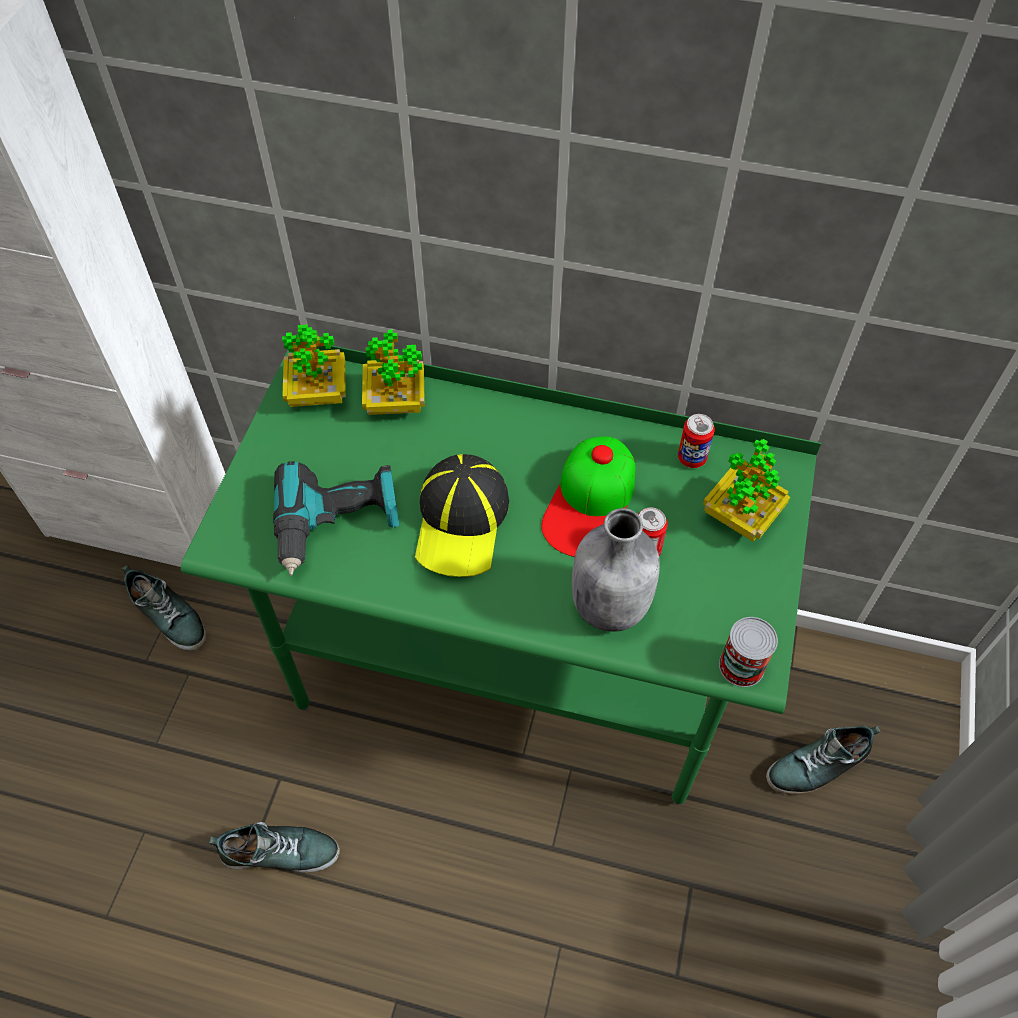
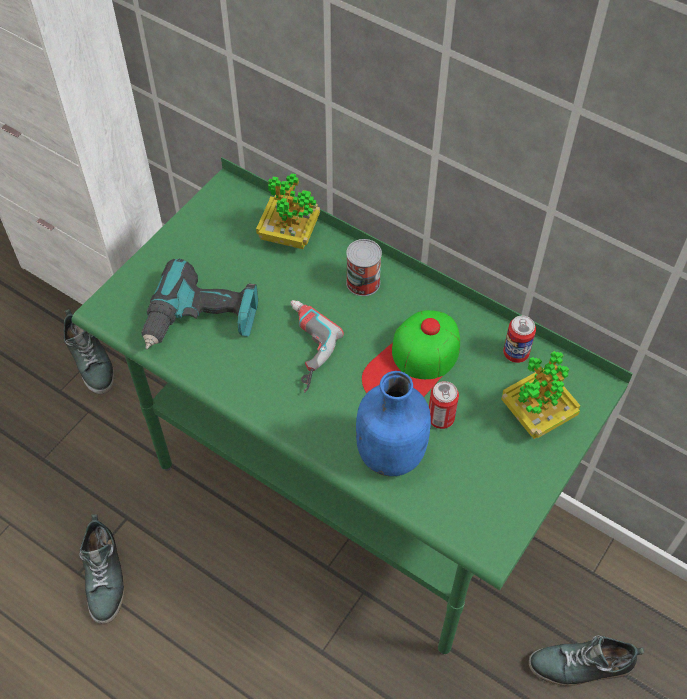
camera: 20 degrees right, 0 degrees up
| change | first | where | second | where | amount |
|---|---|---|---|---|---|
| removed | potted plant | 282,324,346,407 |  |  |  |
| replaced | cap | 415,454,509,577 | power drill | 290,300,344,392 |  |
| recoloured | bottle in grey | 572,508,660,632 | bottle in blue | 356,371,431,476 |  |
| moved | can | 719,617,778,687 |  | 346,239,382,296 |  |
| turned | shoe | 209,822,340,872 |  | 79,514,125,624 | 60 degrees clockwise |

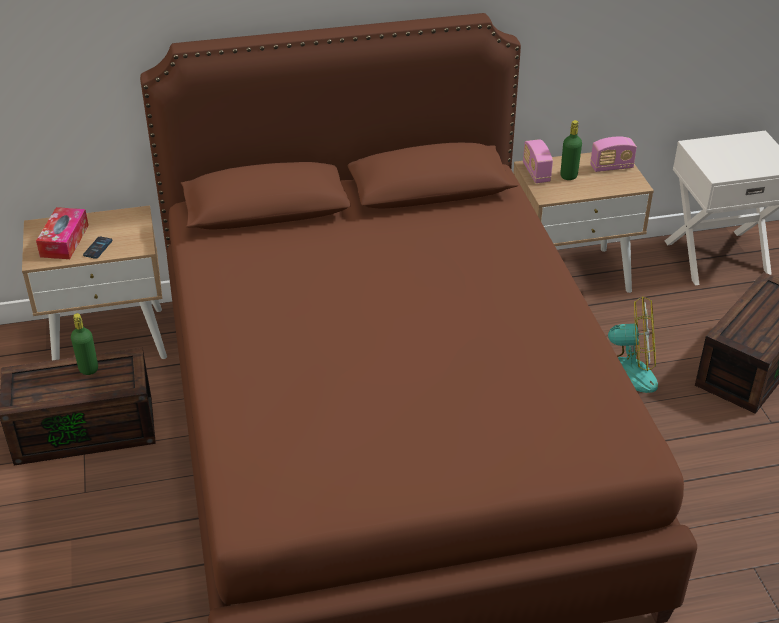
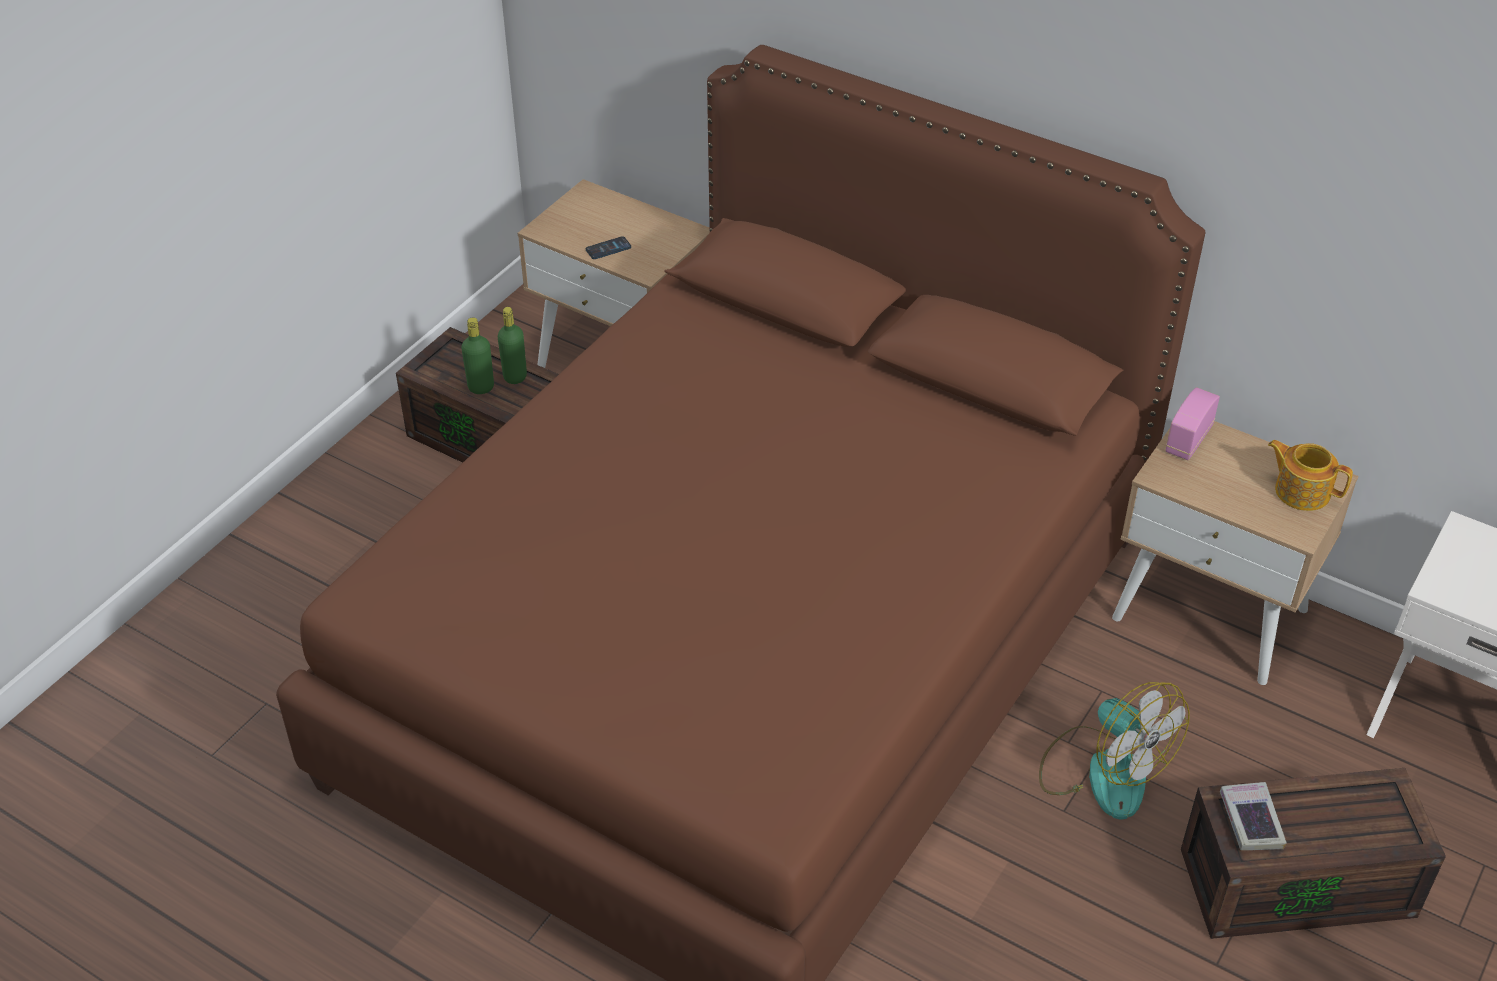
camera: 45 degrees right, 5 degrees up
| change | first | where | second | where | amount |
|---|---|---|---|---|---|
| moved | bottle in green | 560,120,582,180 |  | 461,318,494,394 |  |
| replaced | radio | 590,136,637,172 | teapot | 1268,440,1353,511 |  |
| removed | tissue box | 36,207,89,259 |  |  |  |
| added |  |  | book | 1220,782,1287,850 |  |

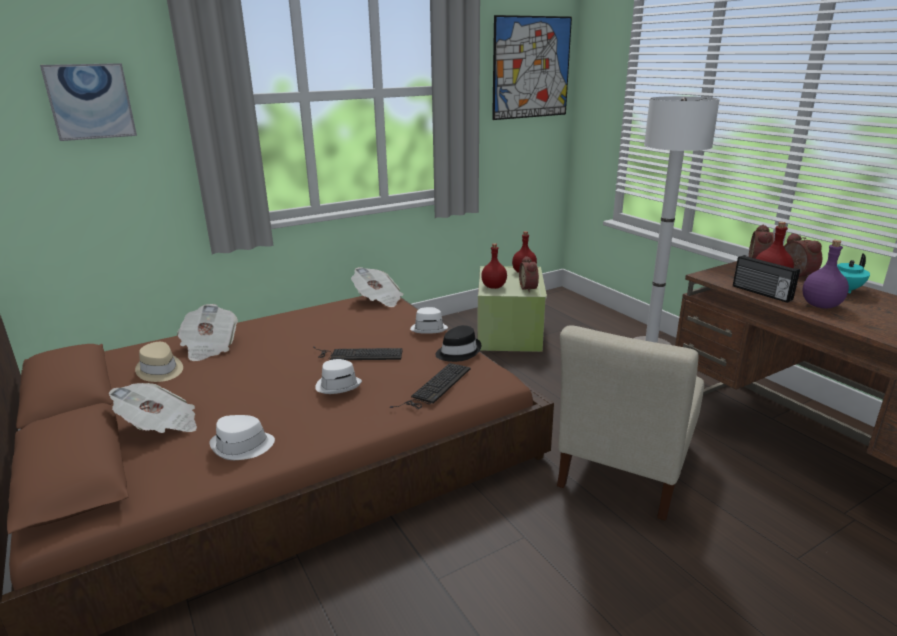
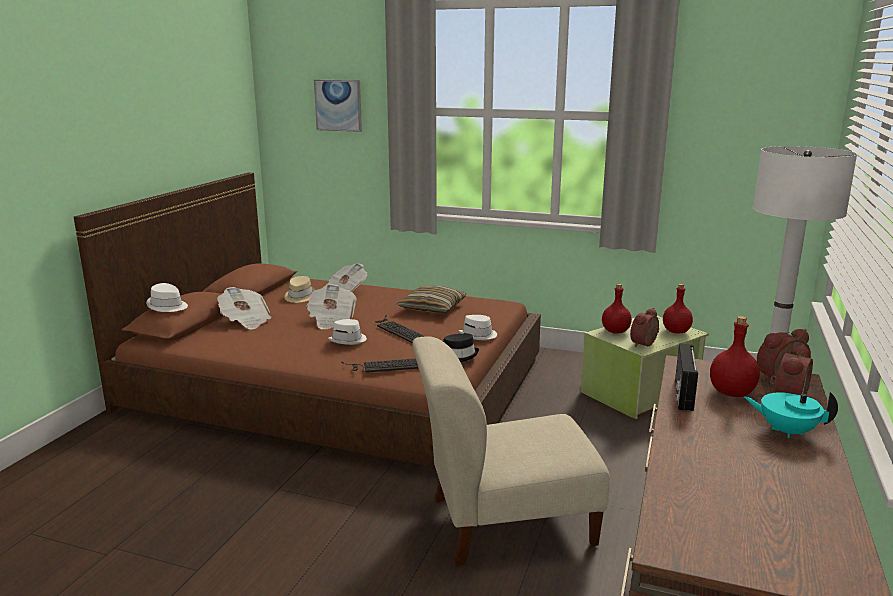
camera: 50 degrees right, 5 degrees down
| change | first | where | second | where | amount |
|---|---|---|---|---|---|
| removed | picture | 492,15,572,120 |  |  |  |
| removed | bottle in purple | 803,240,849,309 |  |  |  |
| moved | newspaper | 351,267,403,307 |  | 306,284,357,329 |  |
| moved | hat in white | 210,415,275,460 |  | 146,283,188,312 |  |
| added |  |  | pillow | 397,285,467,313 |  |

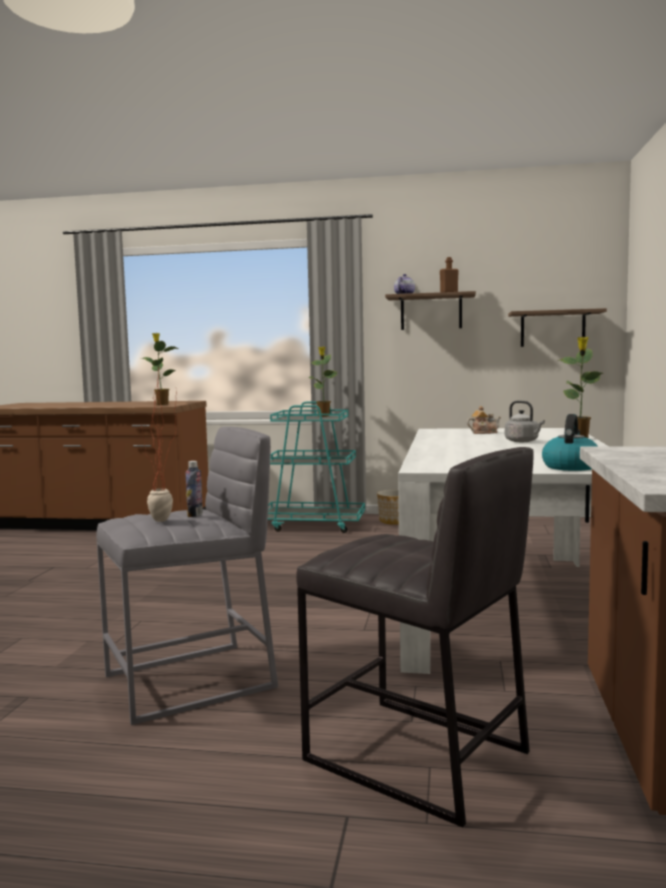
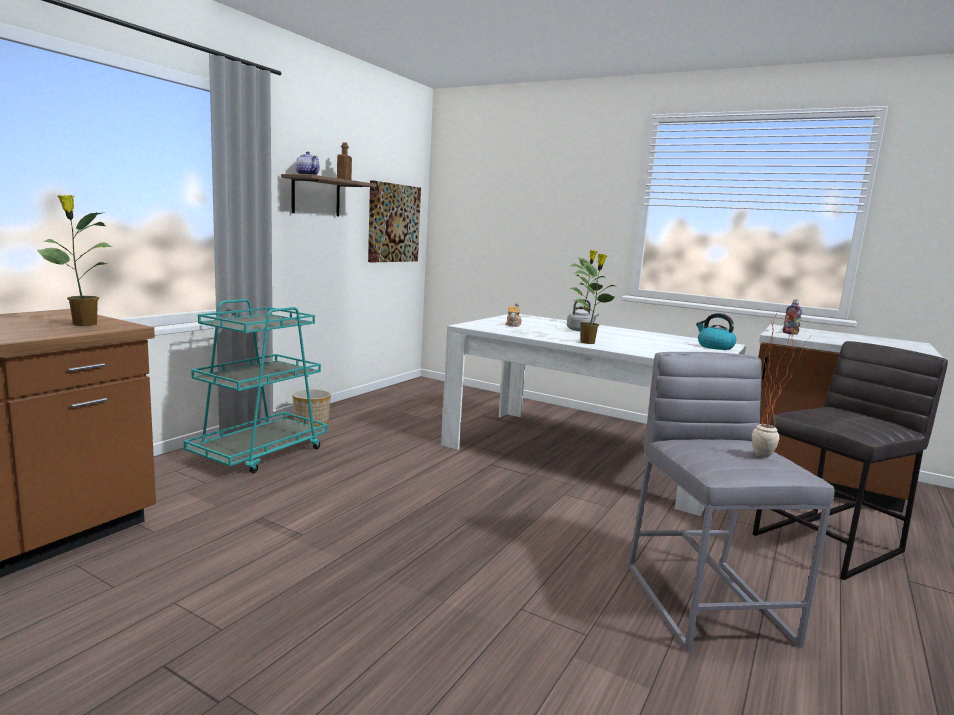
camera: 70 degrees left, 5 degrees up
| change | first | where | second | where | amount |
|---|---|---|---|---|---|
| replaced | shelf | 508,308,607,347 | picture | 368,180,421,262 |  |
| moved | potted plant | 309,347,338,417 |  | 574,254,615,344 |  |
| moved | bottle | 186,461,203,517 |  | 783,299,802,335 |  |

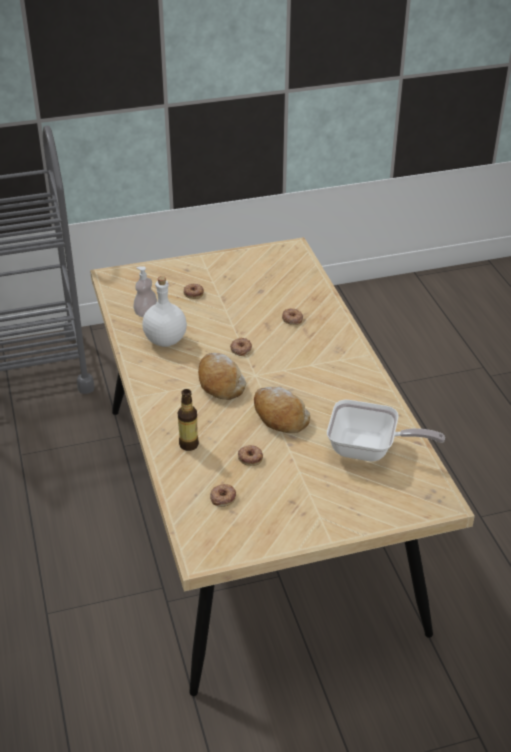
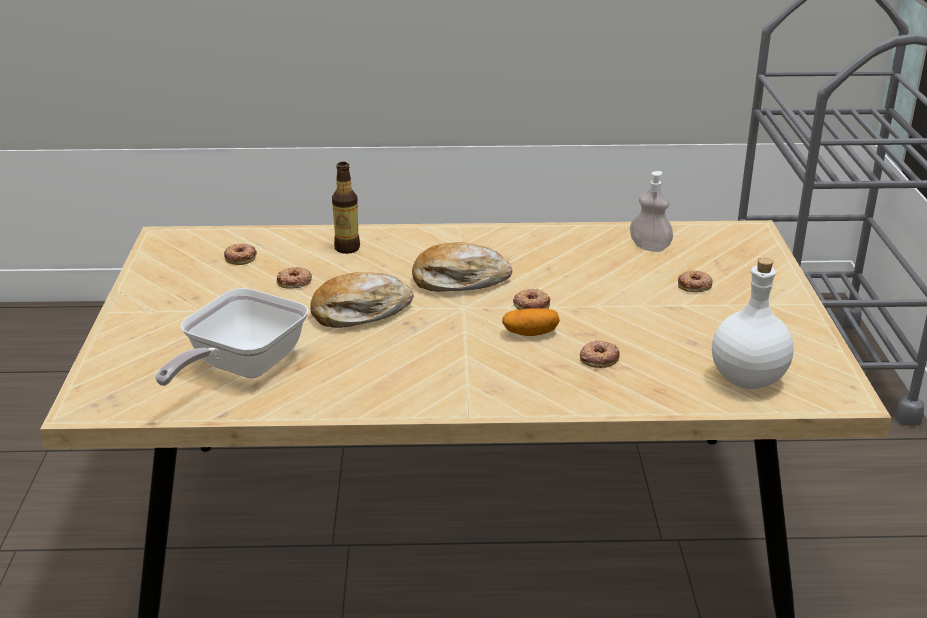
camera: 105 degrees right, 10 degrees down
| change | first | where | second | where | amount |
|---|---|---|---|---|---|
| moved | bottle in white | 142,276,187,347 |  | 712,258,794,389 |  |
| added |  |  | potato | 502,308,560,336 |  |

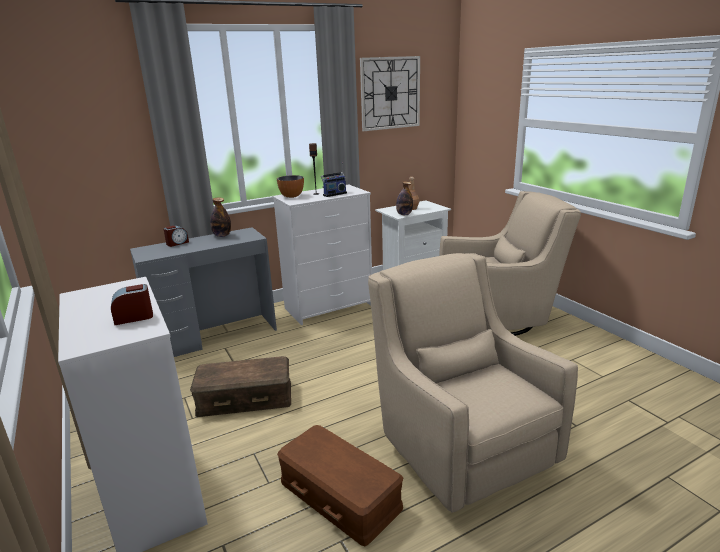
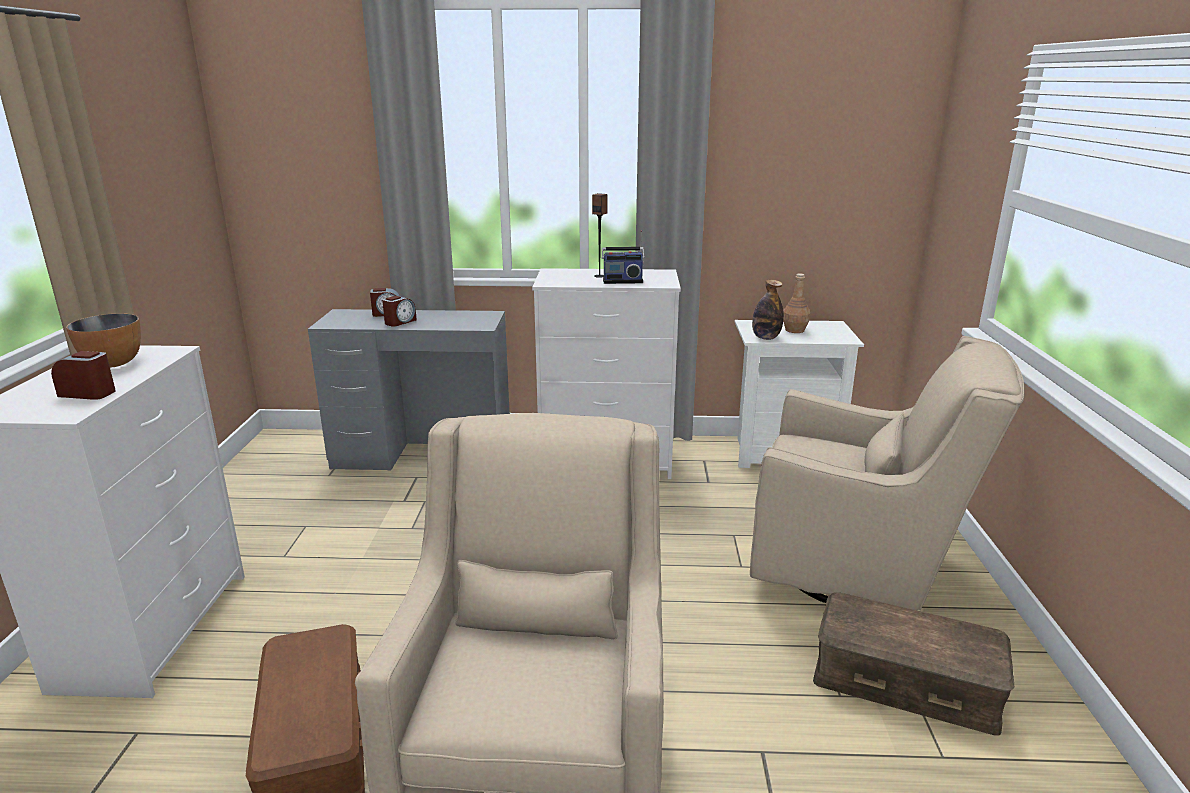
camera: 30 degrees right, 0 degrees up
| change | first | where | second | where | amount |
|---|---|---|---|---|---|
| removed | wall clock | 360,56,420,131 |  |  |  |
| moved | bowl | 277,175,304,198 |  | 66,313,141,368 |  |
| removed | bottle | 210,197,231,237 |  |  |  |
| moved | storage box in brown | 190,356,291,417 |  | 813,592,1014,735 |  |
| added |  |  | alarm clock | 382,296,417,327 |  |

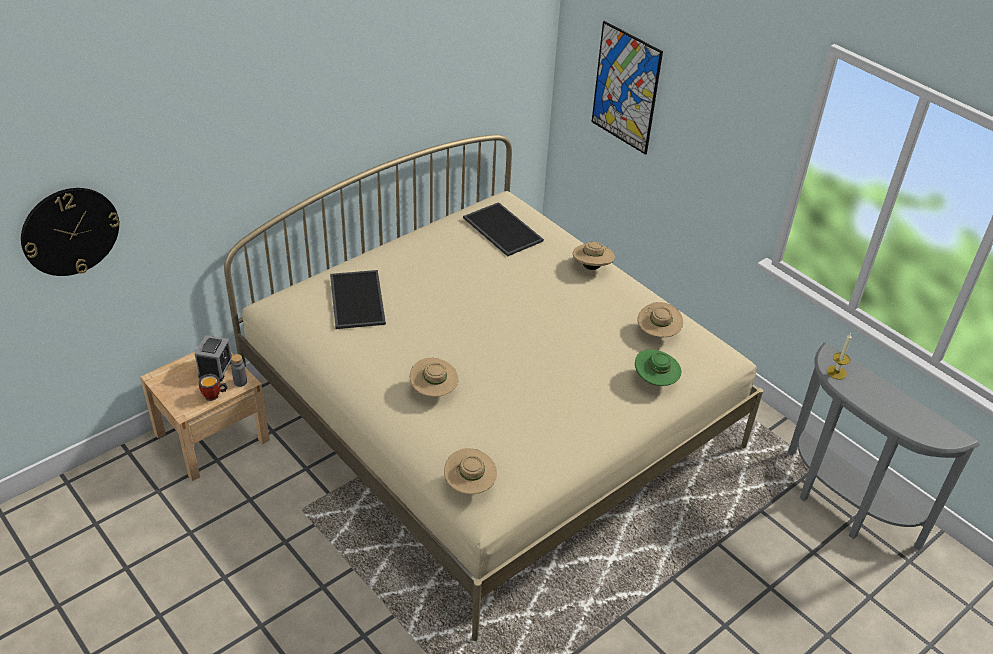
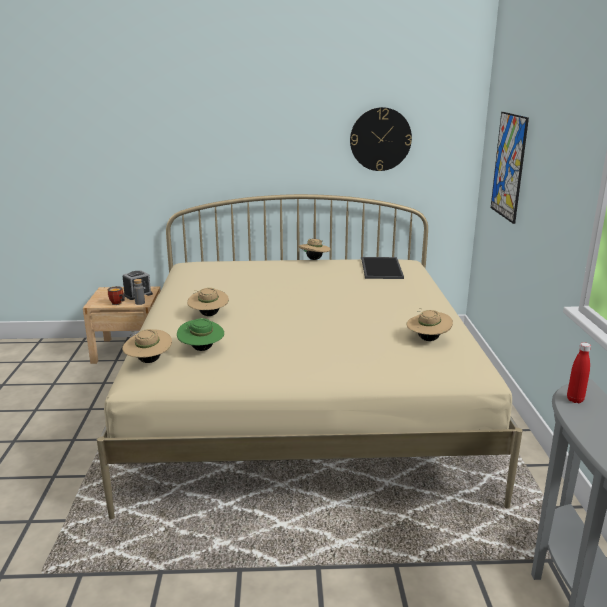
camera: 40 degrees right, 20 degrees down
| change | first | where | second | where | amount |
|---|---|---|---|---|---|
| moved | wall clock | 21,188,120,276 |  | 350,107,412,171 |  |
| moved | hat in beige | 573,242,615,270 |  | 299,239,331,260 |  |
| removed | tray | 330,270,386,329 |  |  |  |
| replaced | candle | 827,333,851,380 | bottle in red | 567,342,591,403 |  |
| moved | hat in green | 635,349,681,386 |  | 177,318,224,351 |  |

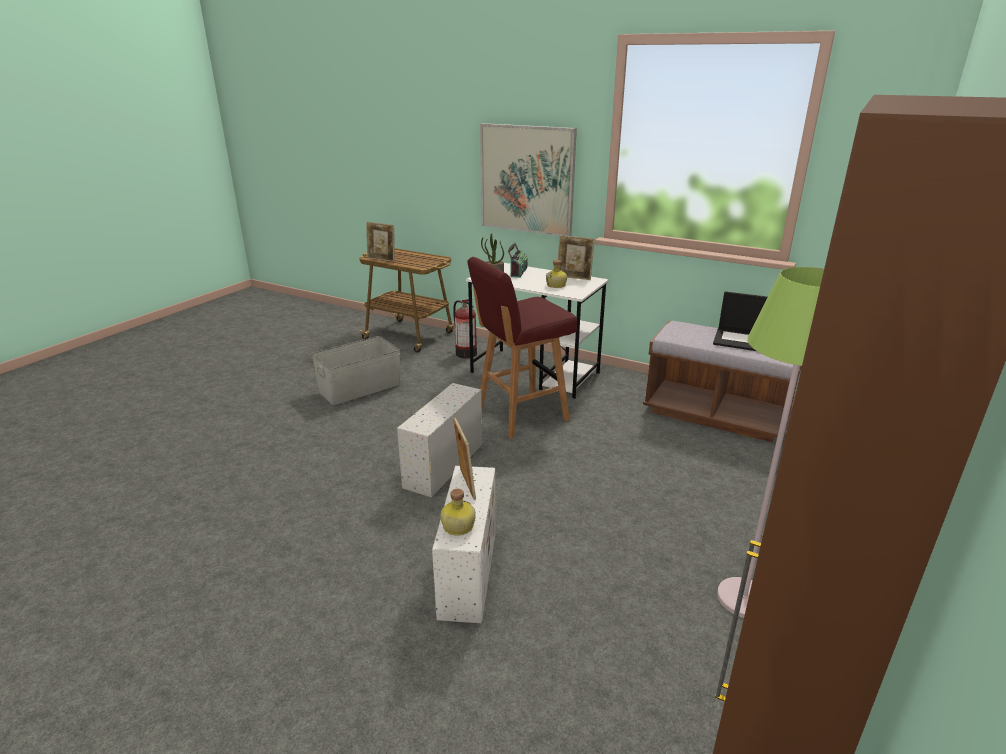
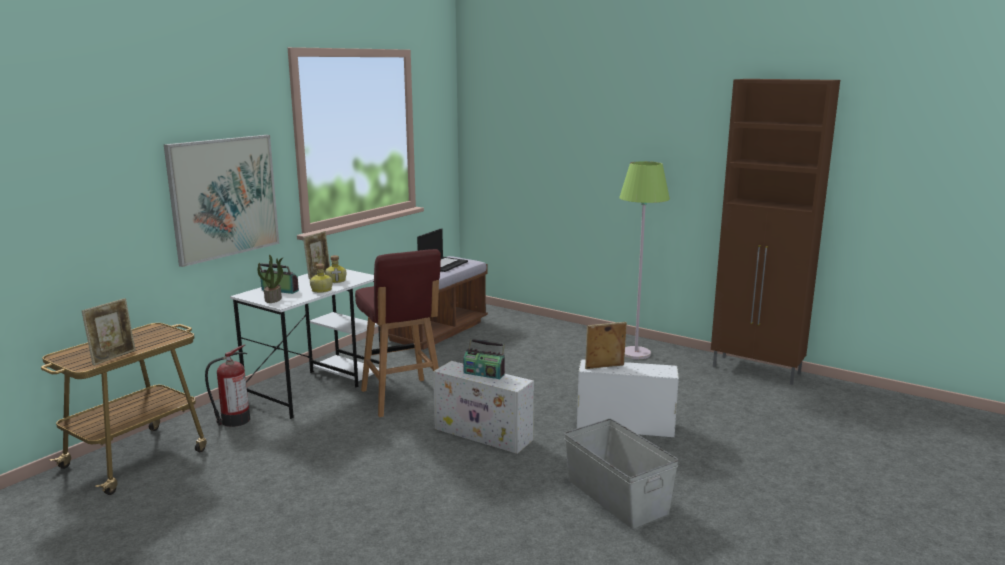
camera: 85 degrees left, 10 degrees down
| change | first | where | second | where | amount |
|---|---|---|---|---|---|
| moved | storage box in grey | 312,336,400,405 |  | 564,419,679,529 |  |
| moved | bottle | 440,489,476,535 |  | 310,264,333,293 |  |
| added |  |  | radio | 463,339,505,379 |  |

